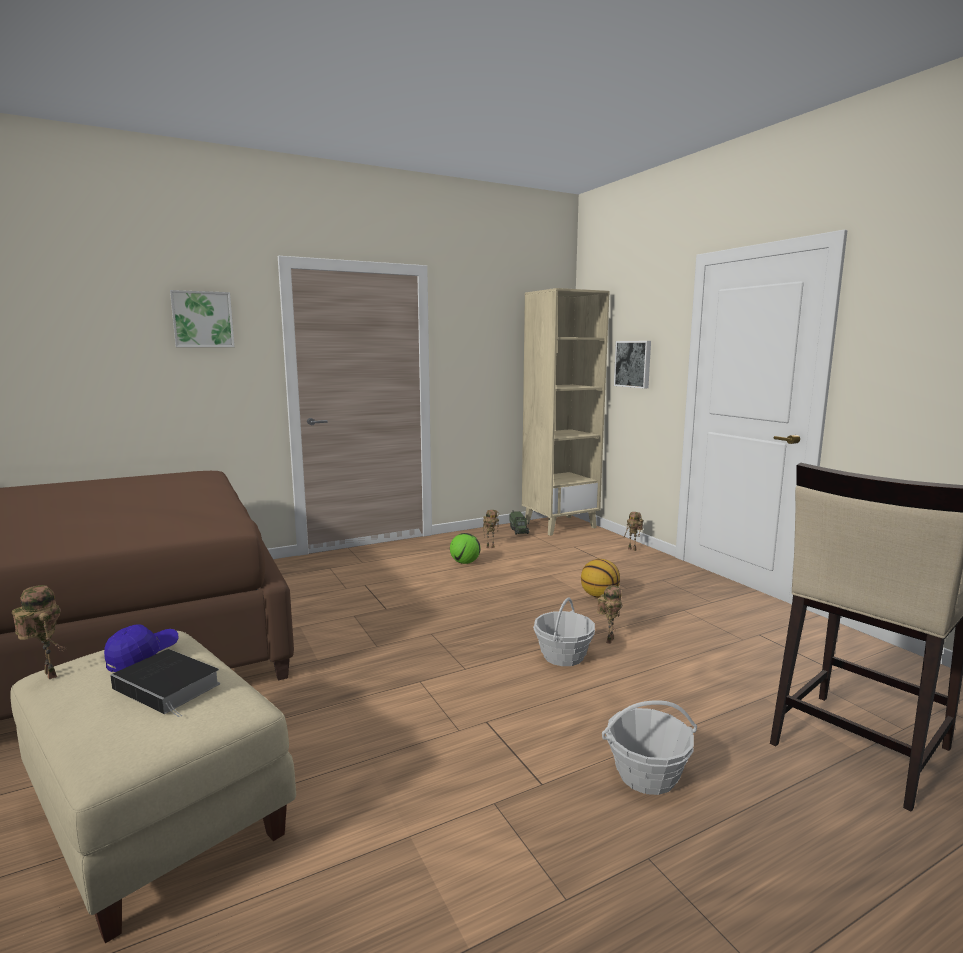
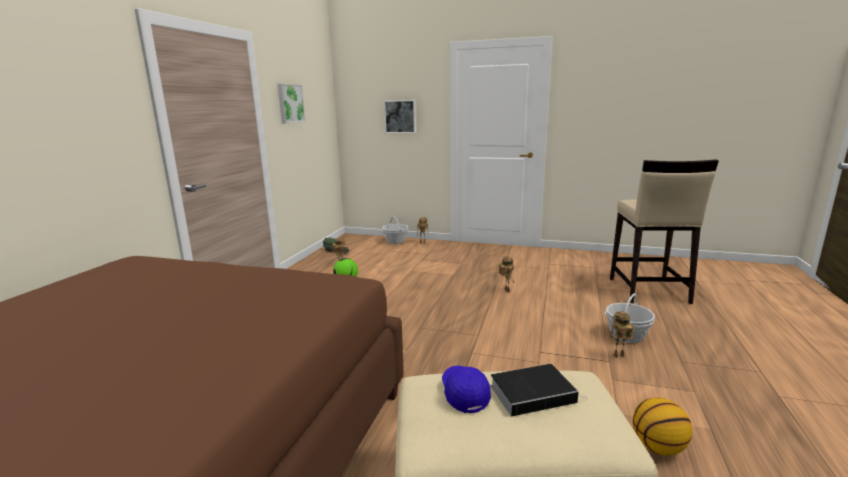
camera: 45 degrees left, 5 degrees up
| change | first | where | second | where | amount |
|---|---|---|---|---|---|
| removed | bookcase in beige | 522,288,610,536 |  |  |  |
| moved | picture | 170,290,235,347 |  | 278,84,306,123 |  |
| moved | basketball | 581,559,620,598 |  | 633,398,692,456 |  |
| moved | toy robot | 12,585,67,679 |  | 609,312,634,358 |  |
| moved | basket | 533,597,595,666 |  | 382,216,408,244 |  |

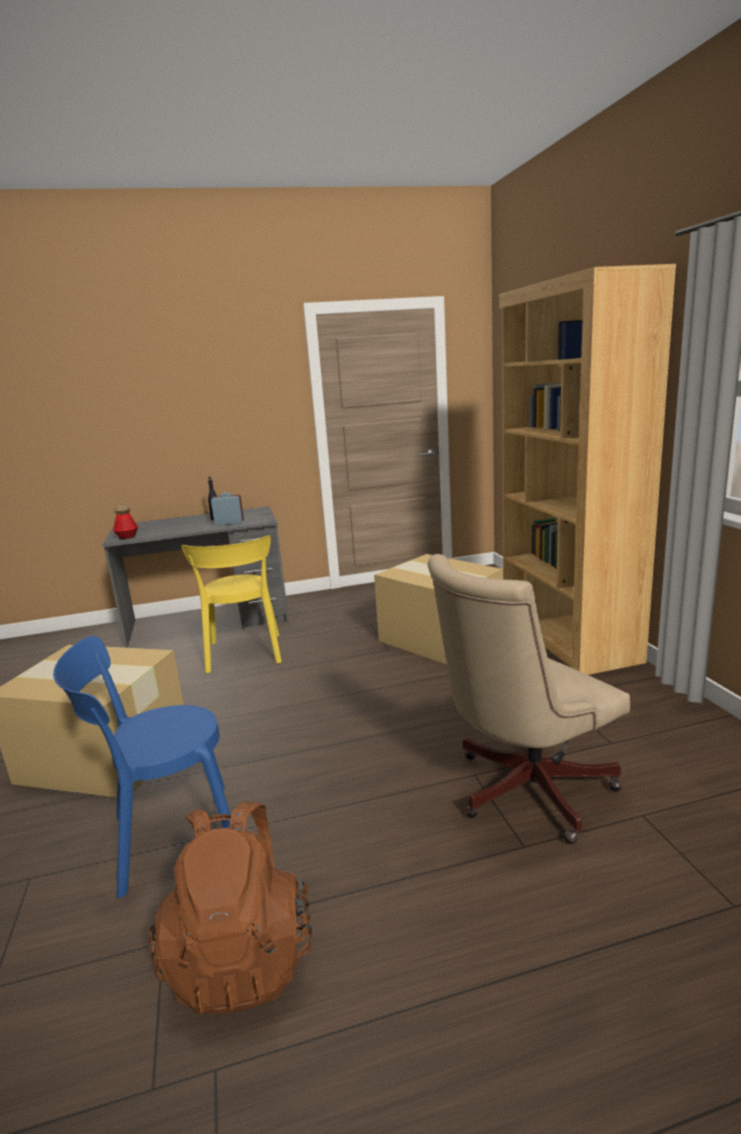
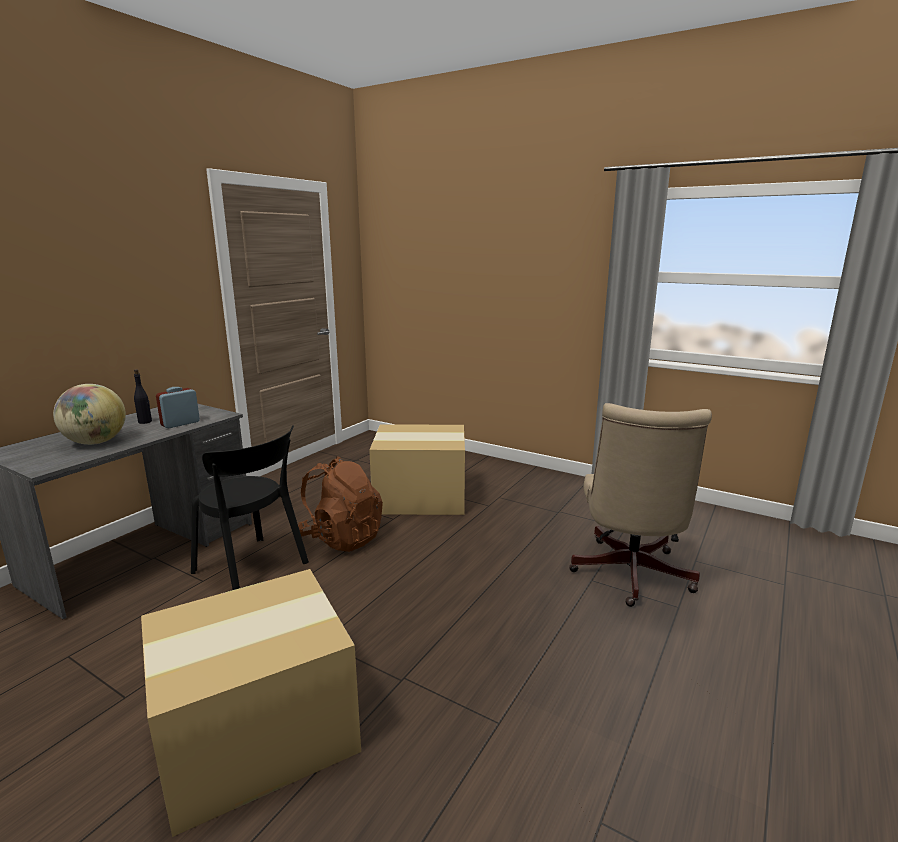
camera: 45 degrees left, 0 degrees up
| change | first | where | second | where | amount |
|---|---|---|---|---|---|
| removed | bookcase in brown | 499,264,676,675 |  |  |  |
| removed | bottle | 113,506,138,539 |  |  |  |
| recoloured | chair in yellow | 181,535,282,673 | chair in black | 191,425,309,590 |  |
| removed | chair in blue | 53,636,231,898 |  |  |  |
| moved | backpack in brown | 148,801,312,1014 |  | 298,457,383,552 |  |
| added |  |  | globe | 53,384,126,445 |  |

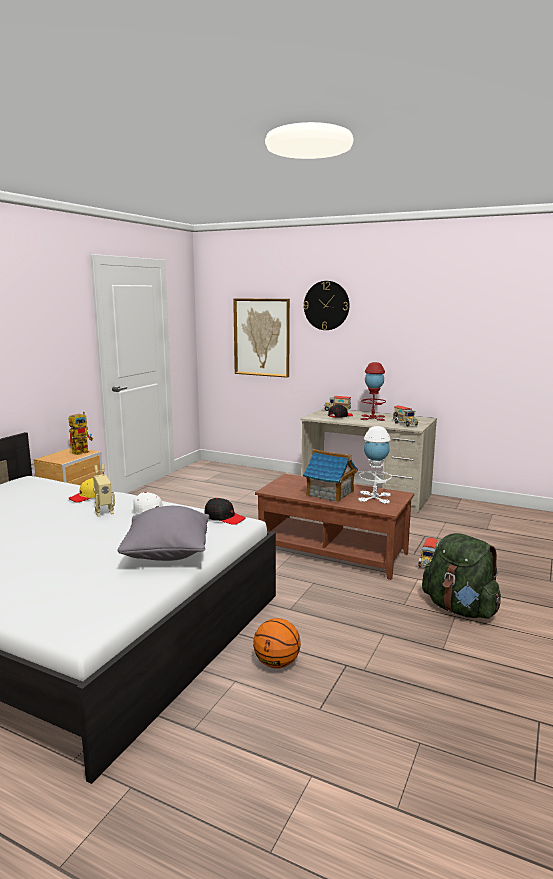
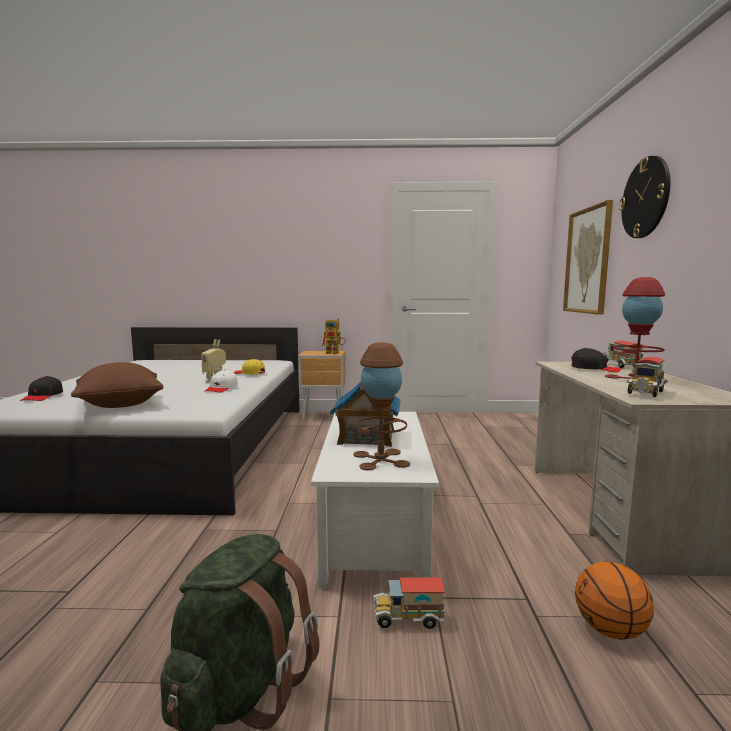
camera: 65 degrees right, 5 degrees down
| change | first | where | second | where | amount |
|---|---|---|---|---|---|
| recoloured | table lamp in white | 358,426,392,504 | table lamp in brown | 353,342,410,470 |  |
| recoloured | coffee table in brown | 255,474,414,580 | coffee table in white | 311,412,439,589 |  |
| moved | cap in black | 205,498,245,525 |  | 20,376,63,401 |  |
| recoloured | pillow in grey | 117,506,210,561 | pillow in brown | 71,362,164,408 |  |
| moved | basketball | 253,618,301,669 |  | 575,561,654,640 |  |

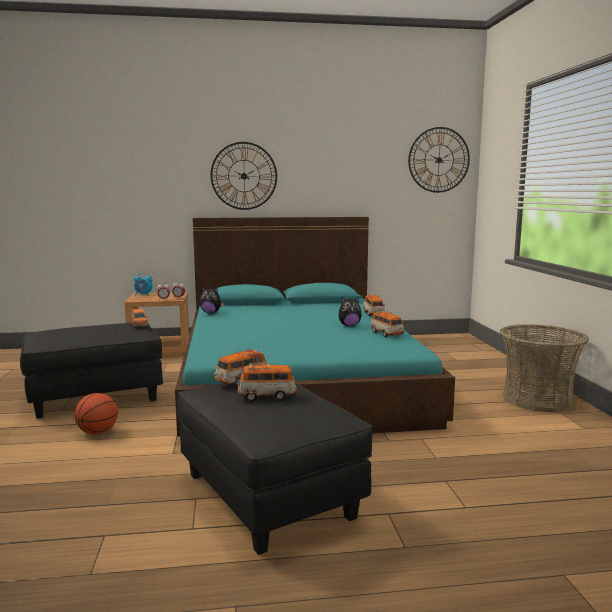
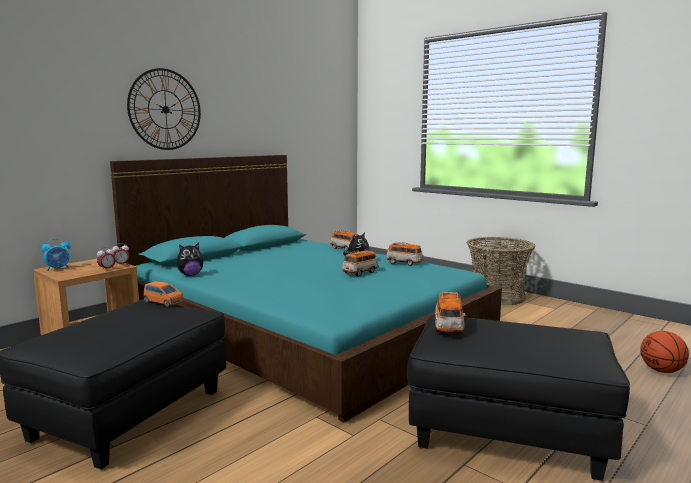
camera: 40 degrees left, 0 degrees up
| change | first | where | second | where | amount |
|---|---|---|---|---|---|
| removed | wall clock | 408,127,470,193 |  |  |  |
| moved | toy car | 238,363,297,401 |  | 342,251,379,277 |  |
| moved | basketball | 74,393,118,434 |  | 640,331,689,373 |  |

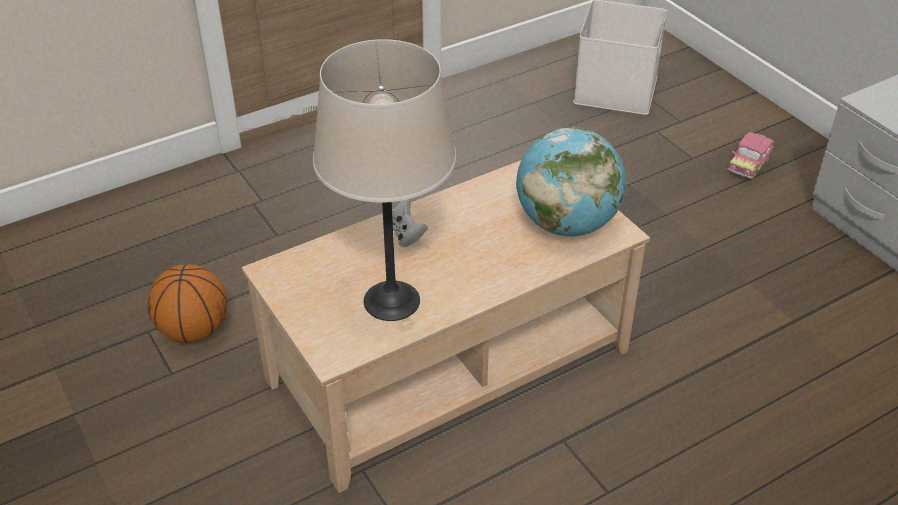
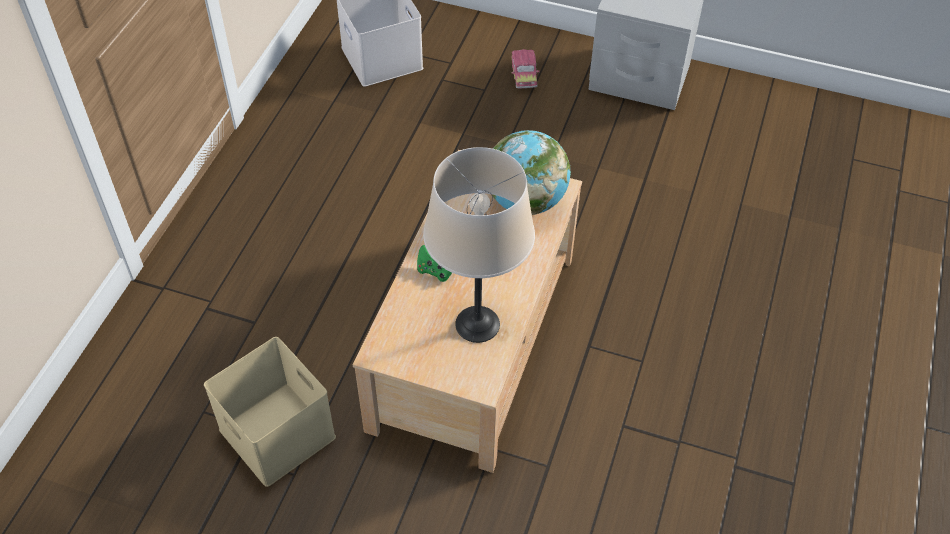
camera: 40 degrees left, 10 degrees up
| change | first | where | second | where | amount |
|---|---|---|---|---|---|
| recoloured | game controller in white | 392,199,428,247 | game controller in green | 417,245,452,282 |  |
| replaced | basketball | 148,264,228,343 | storage box in beige | 204,337,336,487 |  |

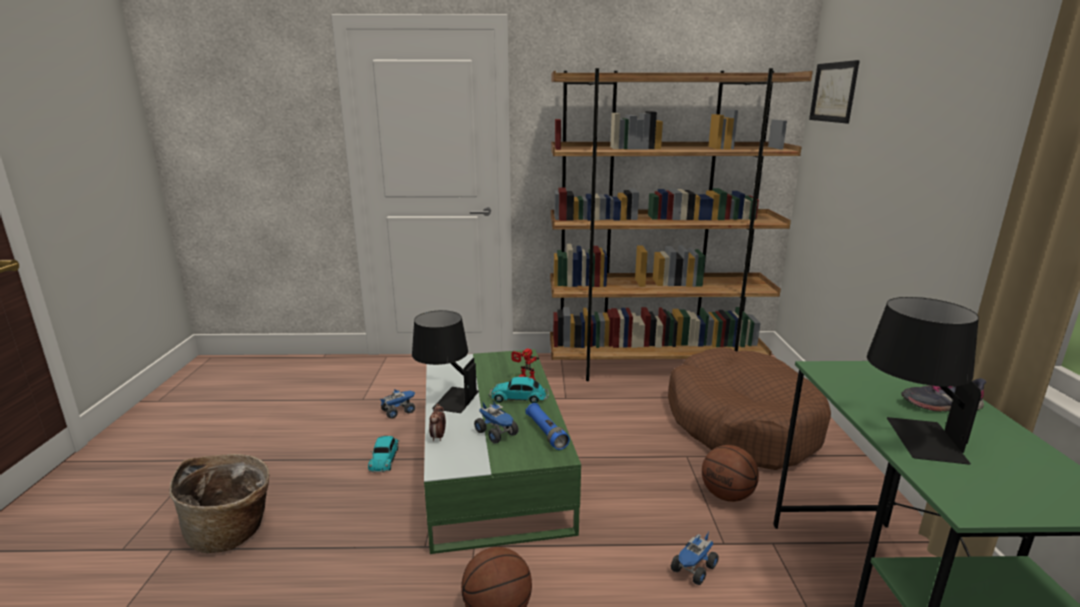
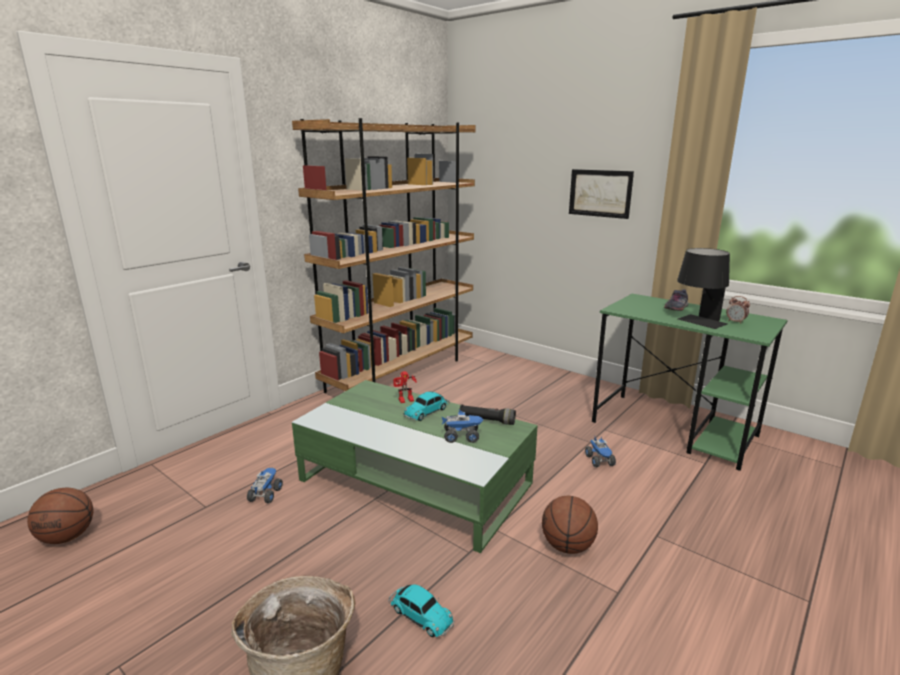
camera: 50 degrees left, 0 degrees up
| change | first | where | second | where | amount |
|---|---|---|---|---|---|
| moved | picture | 809,60,860,123 |  | 569,169,634,219 |  |
| removed | table lamp in black | 412,310,479,413 |  |  |  |
| removed | dog bed in brown | 668,347,831,470 |  |  |  |
| recoloured | flashlight in blue | 526,403,570,450 | flashlight in black | 459,404,516,425 |  |
| moved | alarm clock | 429,404,446,442 |  | 726,296,750,324 |  |
| moved | toy car | 368,436,399,473 |  | 388,584,455,637 |  |
| moved | basketball | 702,445,759,502 |  | 27,488,93,544 |  |

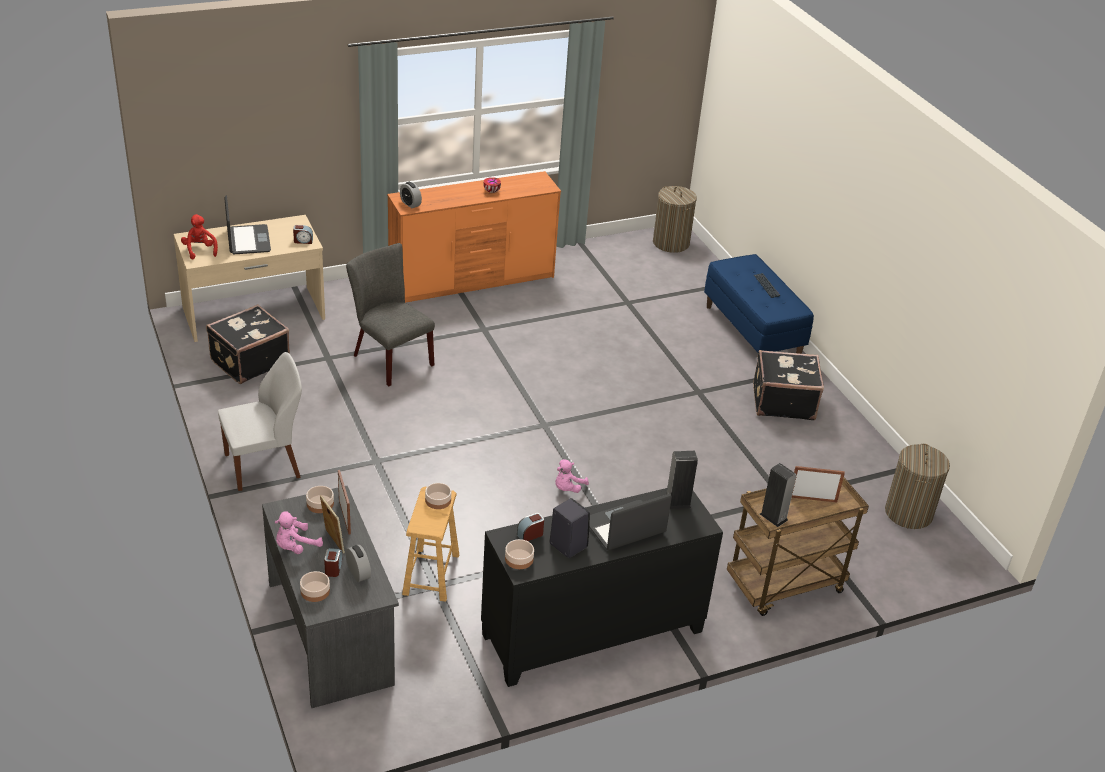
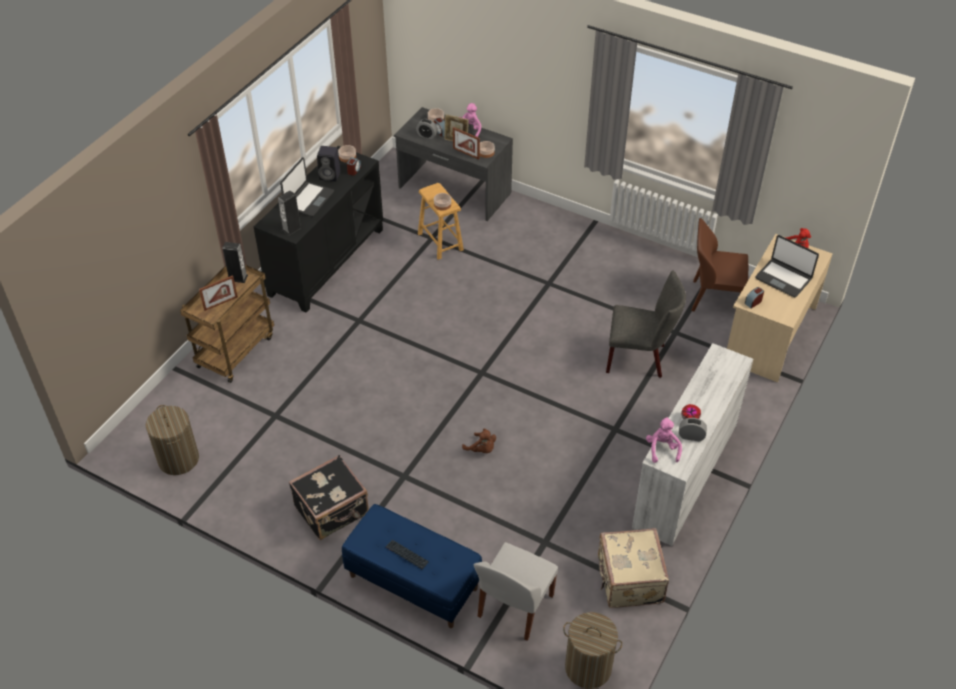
camera: 145 degrees right, 10 degrees up
| change | first | where | second | where | amount |
|---|---|---|---|---|---|
| recoloured | dresser in orange | 387,171,561,303 | dresser in white | 632,343,753,546 |  |
| moved | alarm clock | 400,182,422,208 |  | 679,418,707,441 |  |
| replaced | suitcase in black | 206,304,290,384 | chair in brown | 691,218,749,311 |  |
| moved | chair in white | 218,352,302,491 |  | 474,542,558,641 |  |
| moved | plush toy in pink | 555,459,589,493 |  | 646,417,682,463 |  |
| added |  |  | plush toy in brown | 462,428,496,453 |  |
| added |  |  | suitcase in beige | 598,528,669,608 |  |

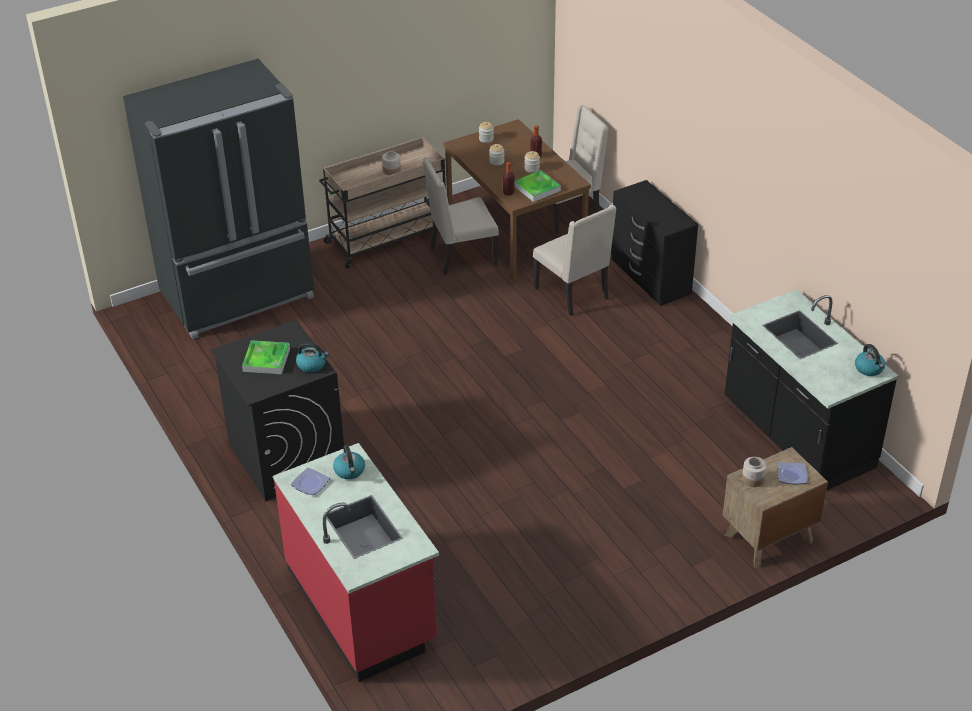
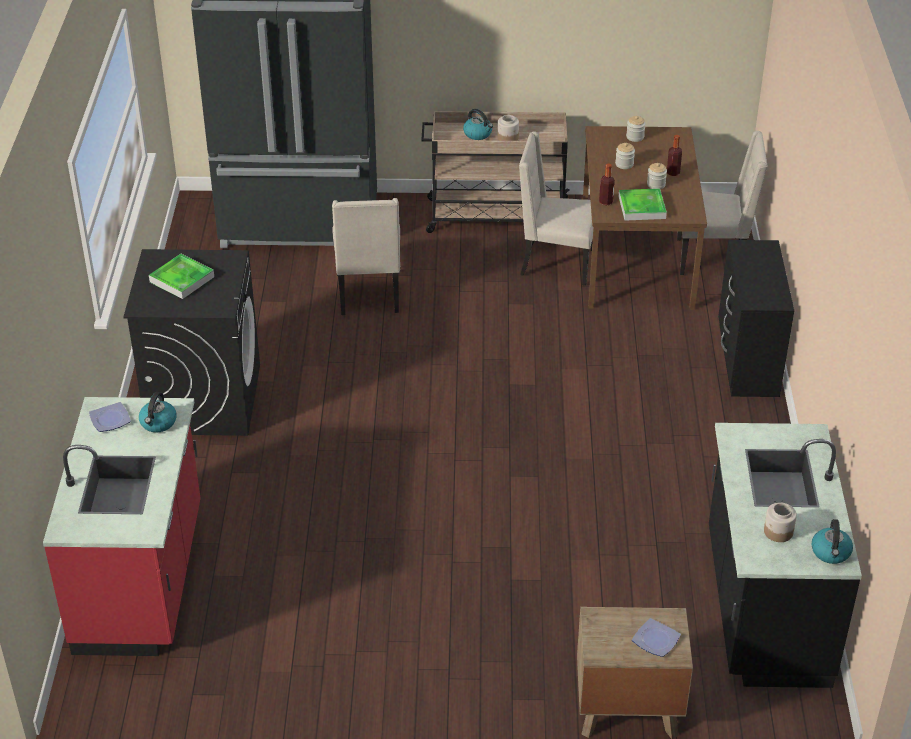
camera: 30 degrees right, 0 degrees up
| change | first | where | second | where | amount |
|---|---|---|---|---|---|
| moved | chair in beige | 533,204,616,316 |  | 332,198,400,315 |  |
| moved | kettle | 296,342,329,372 |  | 463,109,493,140 |  |
| moved | jar | 742,457,767,487 |  | 764,502,797,542 |  |

